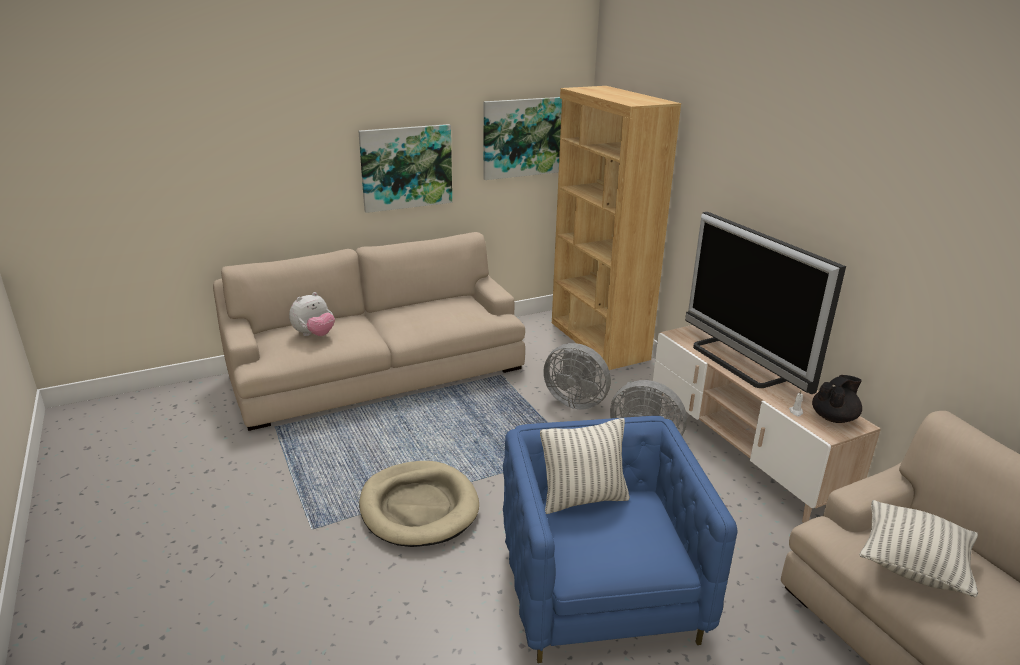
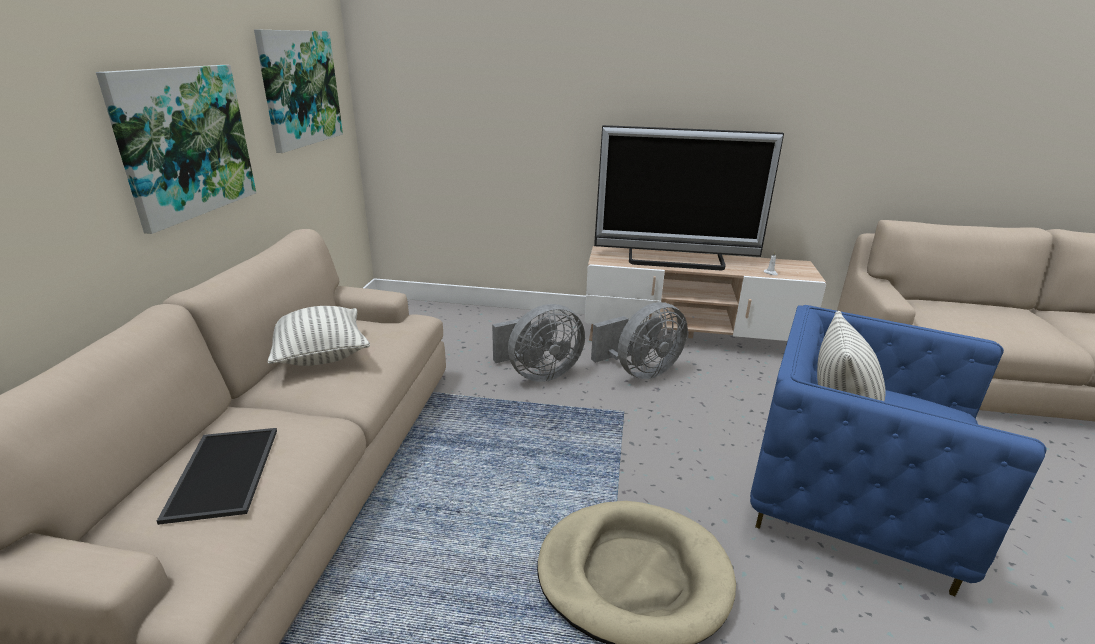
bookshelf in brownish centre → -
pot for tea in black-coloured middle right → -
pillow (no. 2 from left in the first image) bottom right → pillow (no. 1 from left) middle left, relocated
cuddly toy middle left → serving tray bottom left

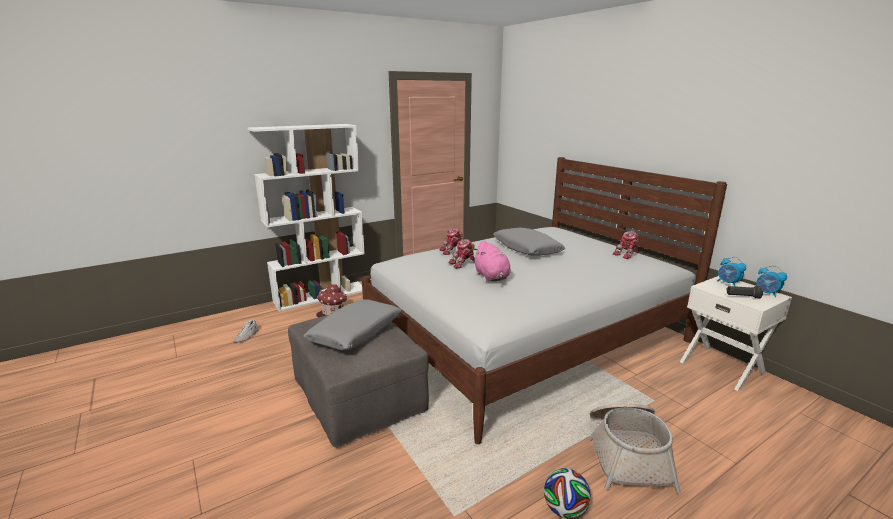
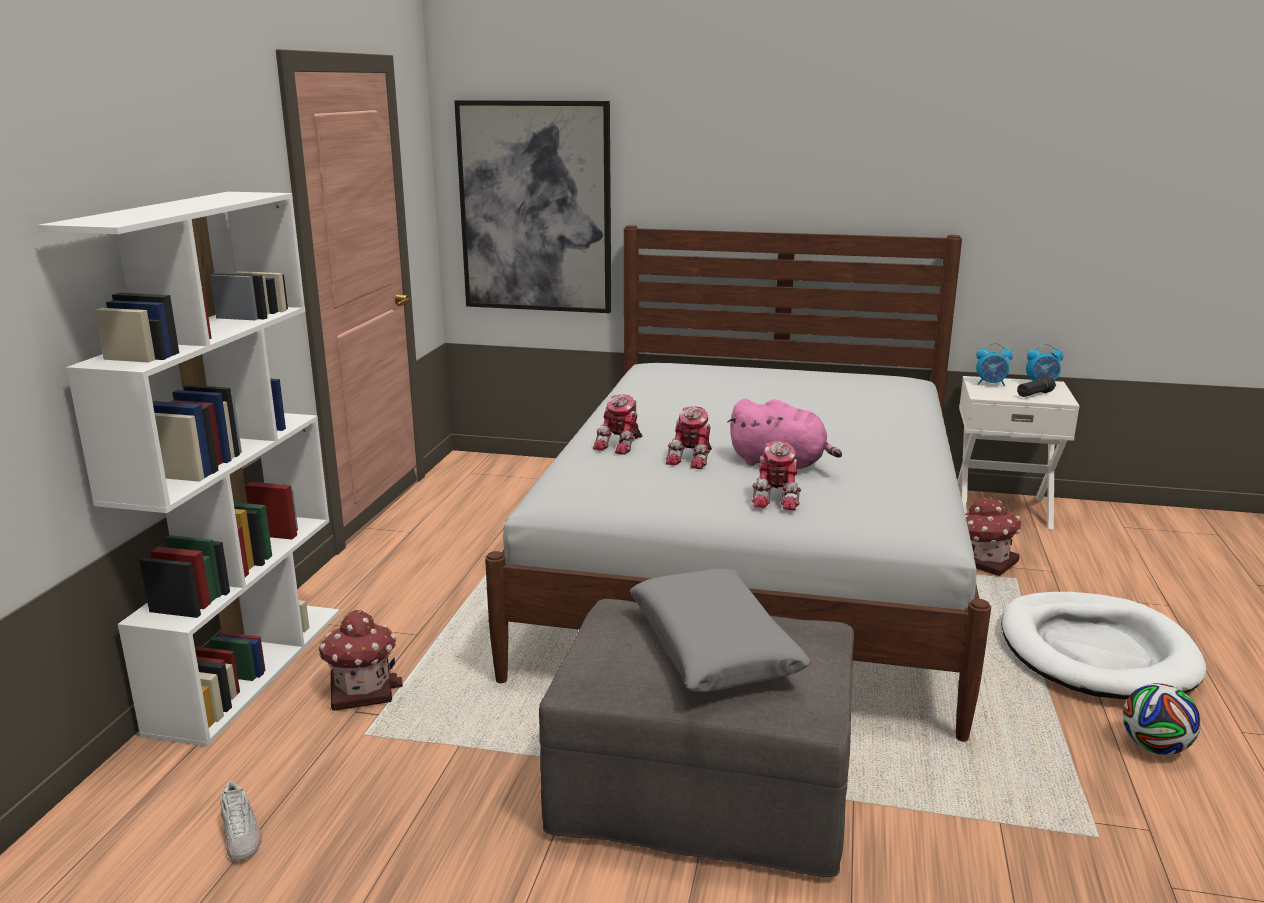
pillow in gray (no. 2 from left) centre → -
- → wall art top centre
- → toy house (no. 2 from left) middle right
toy robot (no. 3 from left) middle right → toy robot (no. 3 from left) centre, relocated
storage basket bottom right → pet bed in white bottom right

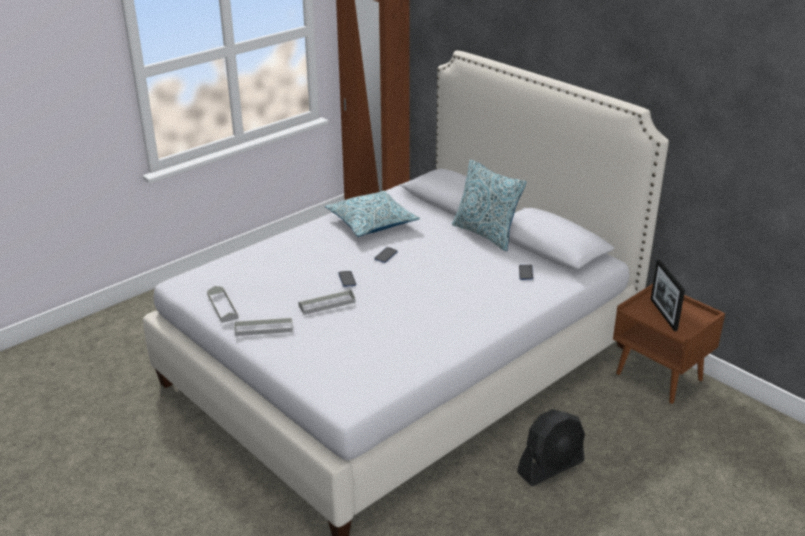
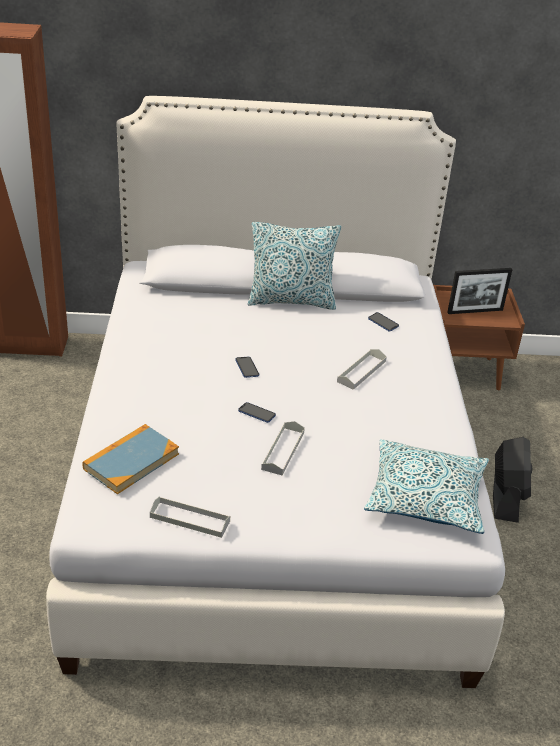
- → bound book middle left
serving tray in gray (no. 2 from left in the first image) middle left → serving tray in gray (no. 3 from left) centre, relocated
pillow (no. 1 from left in the first image) centre → pillow (no. 2 from left) middle right, relocated
picture frame middle right, 45 degrees counterclockwise

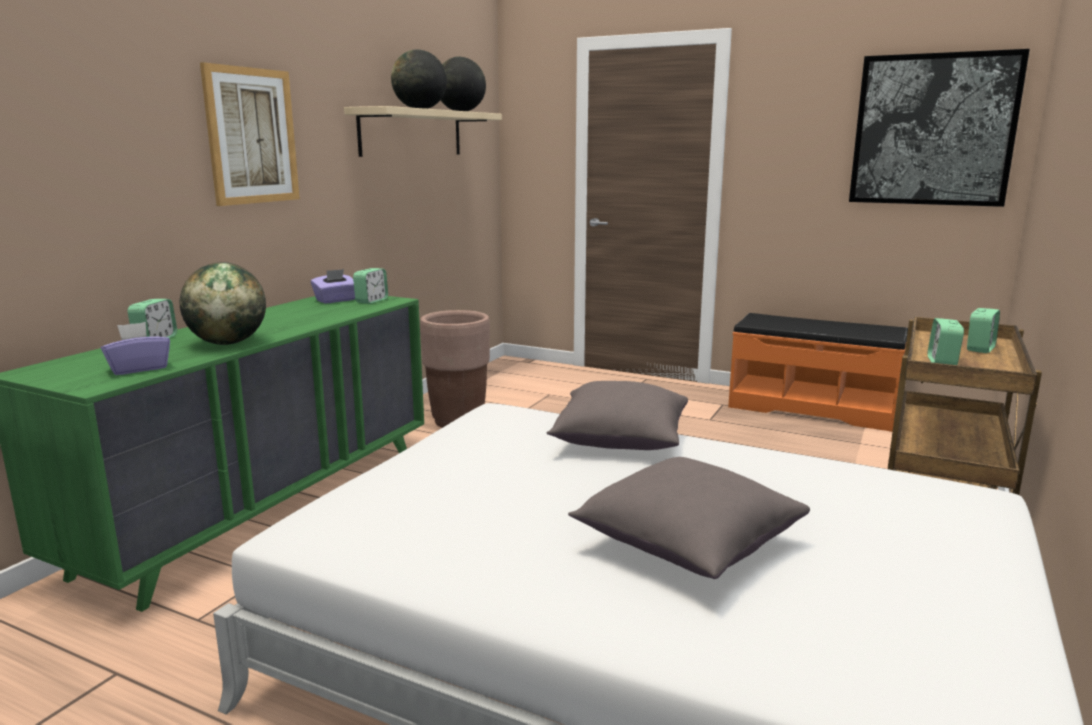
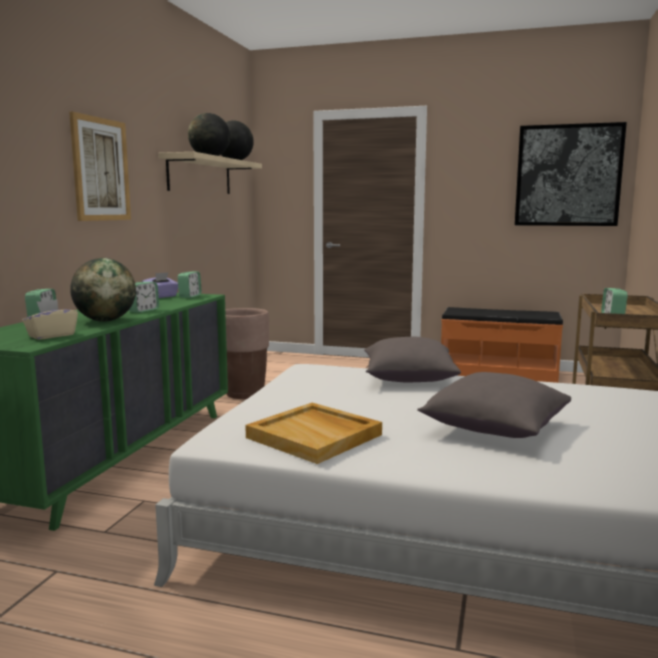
- → serving tray in beige-coloured centre
bedside clock (no. 4 from left in the first image) middle right → bedside clock (no. 2 from left) middle left, relocated
tissue holder in purplish (no. 1 from left) middle left → tissue holder in beige-coloured middle left

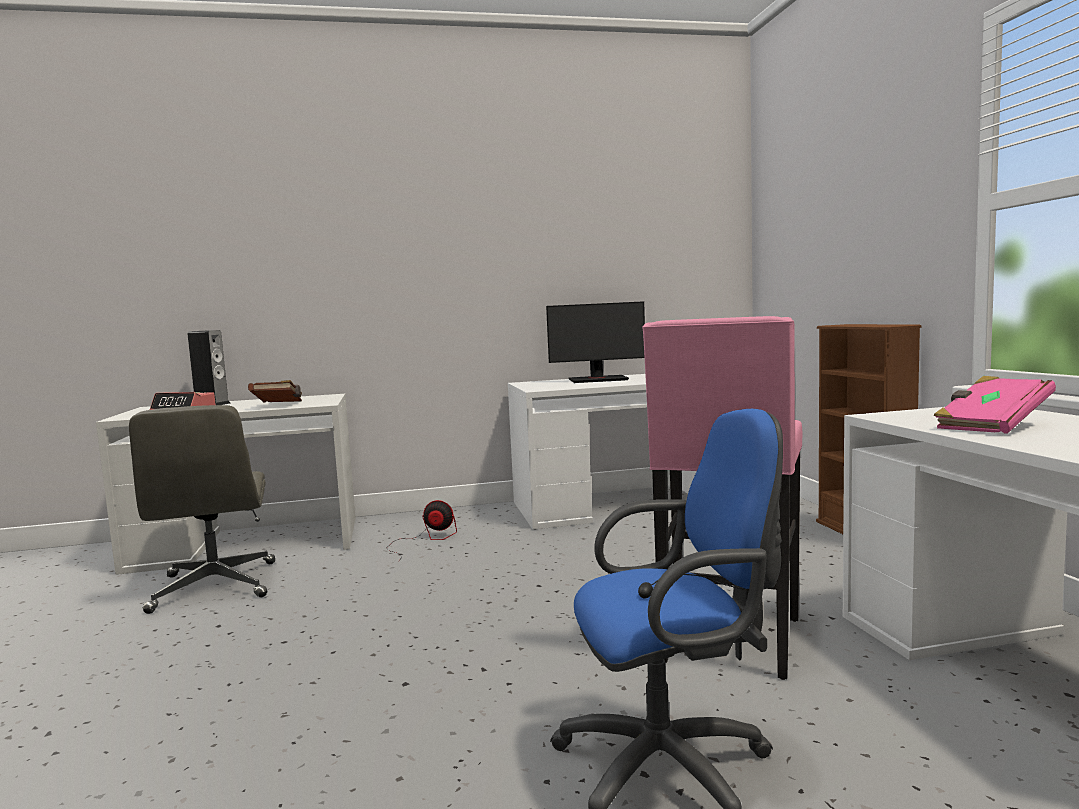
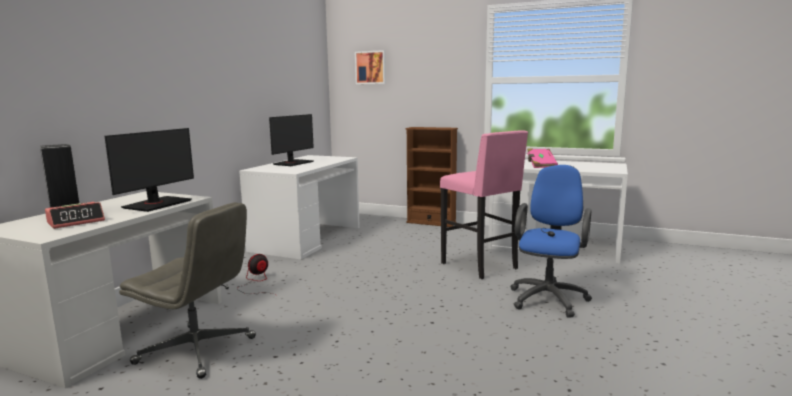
- → wall art top centre
bound book in brownish middle left → monitor (no. 1 from left) middle left

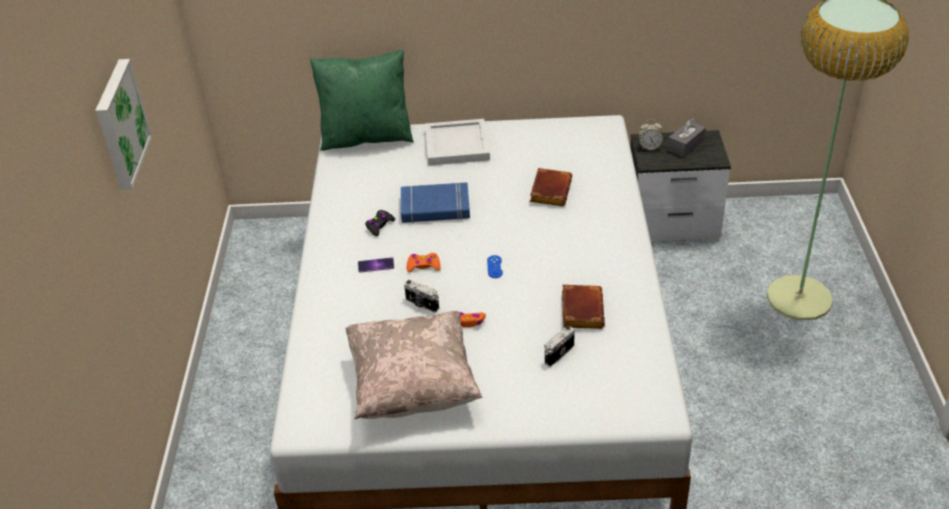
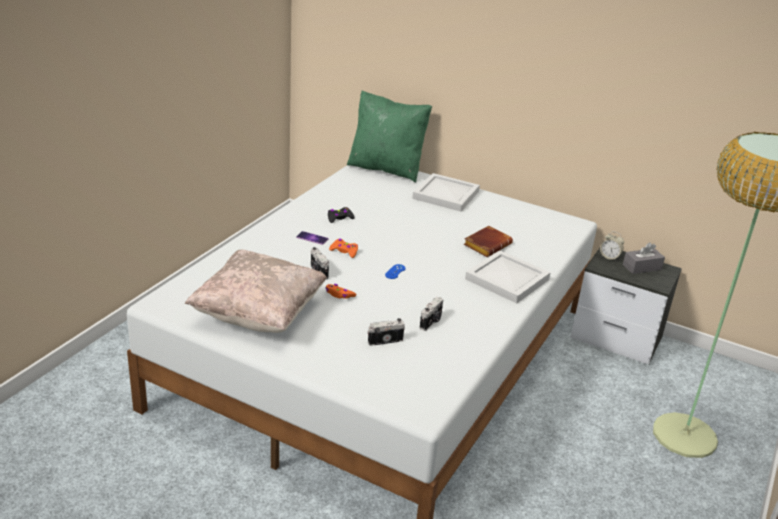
wall art top left → -
bound book in bluish centre → -
- → serving tray in white (no. 2 from left) centre
bound book in brownish (no. 2 from left) centre → still camera (no. 3 from left) centre

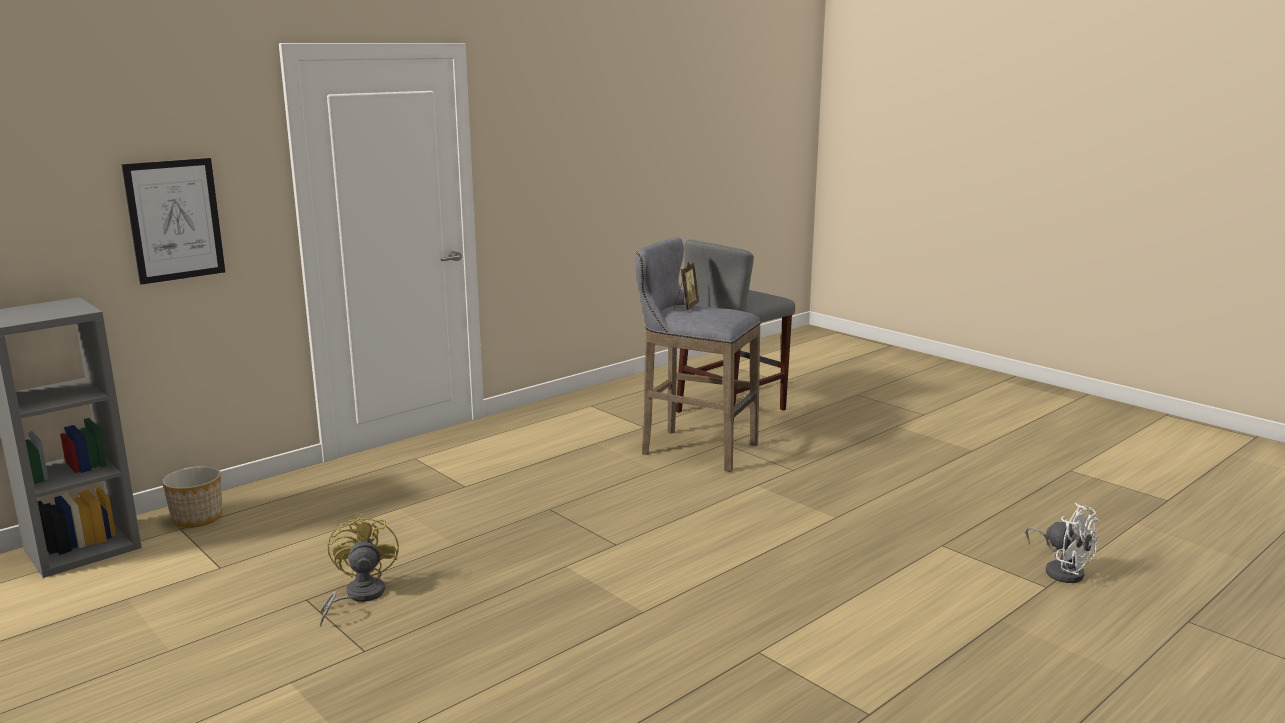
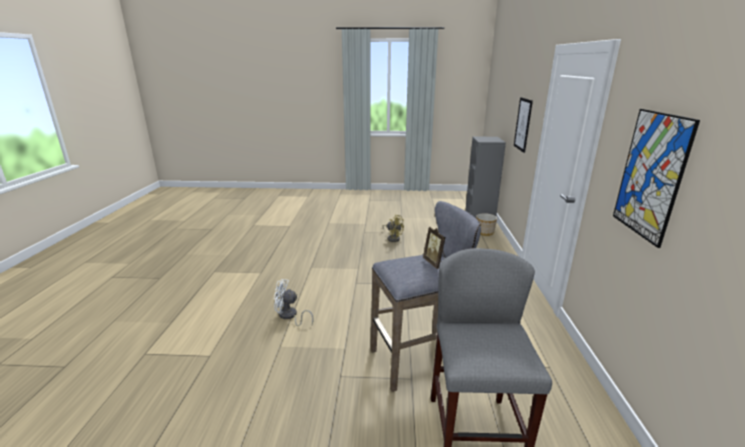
- → wall art (no. 2 from left) middle right
fan in white bottom right → fan in white bottom centre, relocated

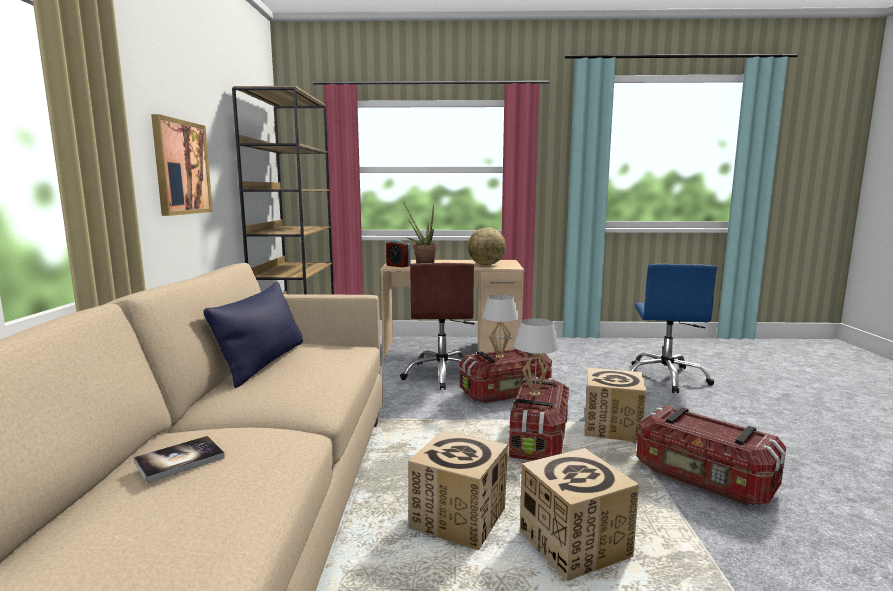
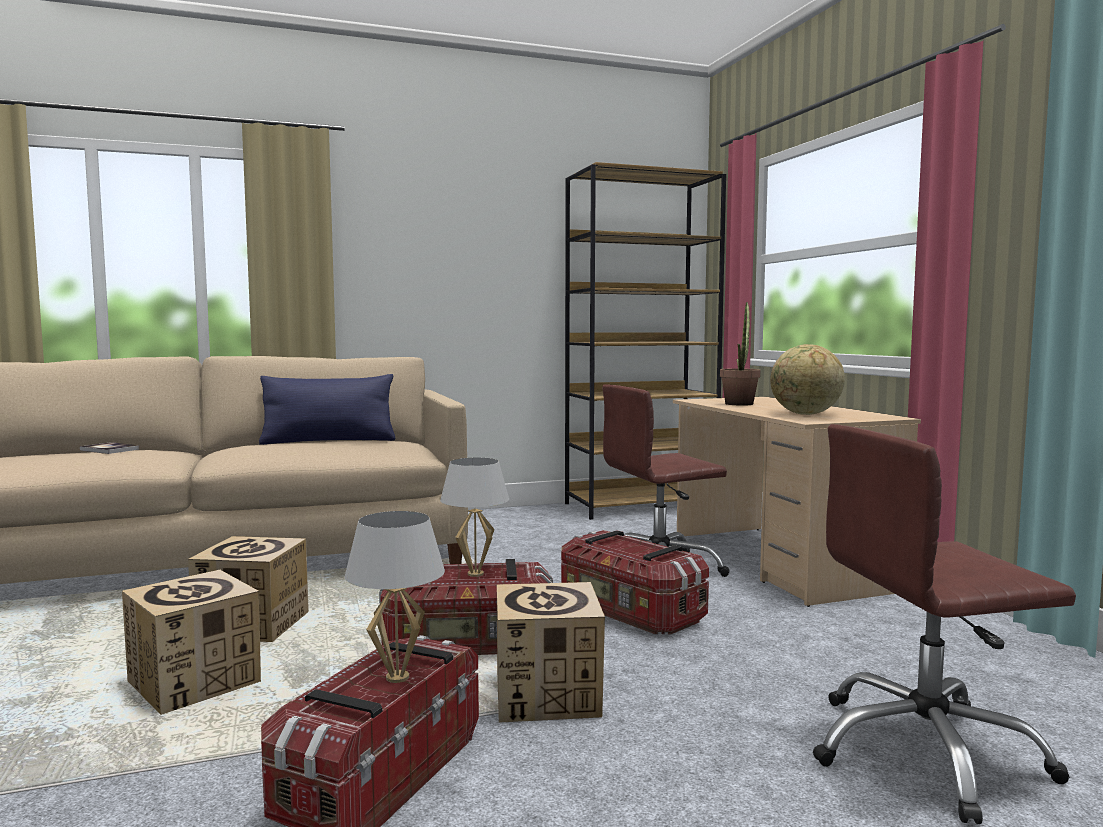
wall art top left → -
bedside clock centre → -
lamp for a table in white (no. 1 from left) centre → lamp for a table in white (no. 1 from left) bottom centre, relocated
office chair in bluish middle right → office chair in brownish (no. 2 from left) bottom right

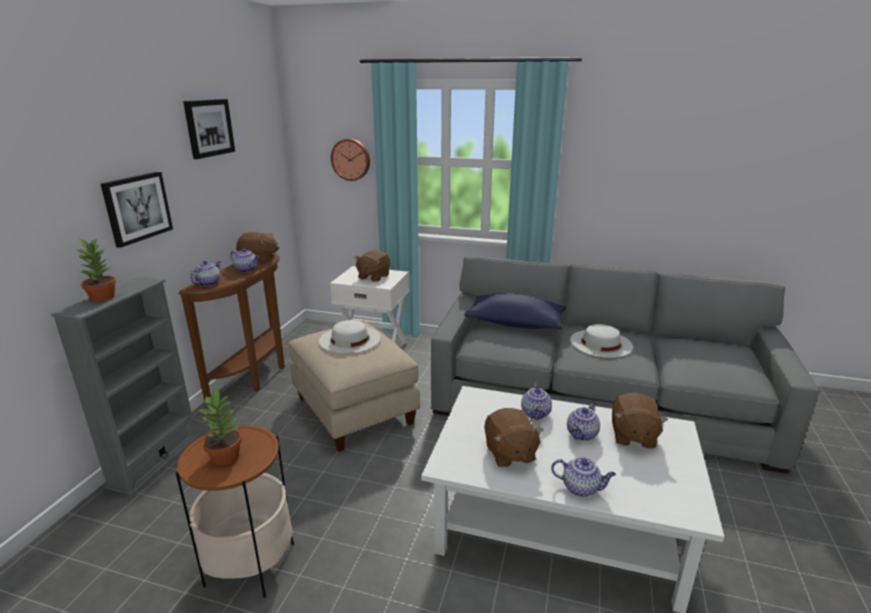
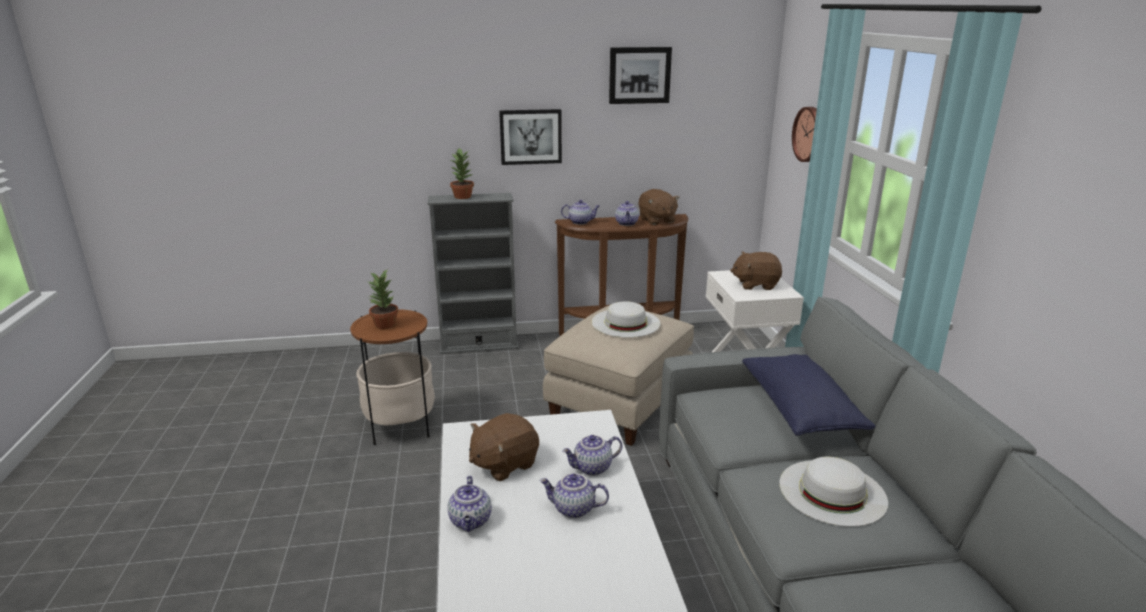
cuddly toy in brownish (no. 4 from left) bottom right → -

